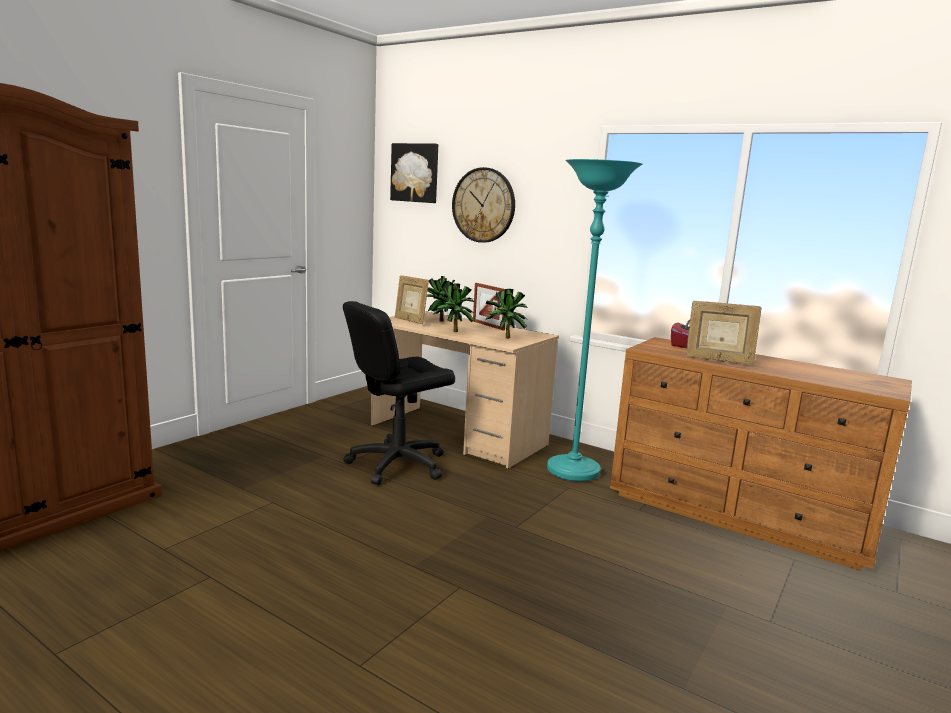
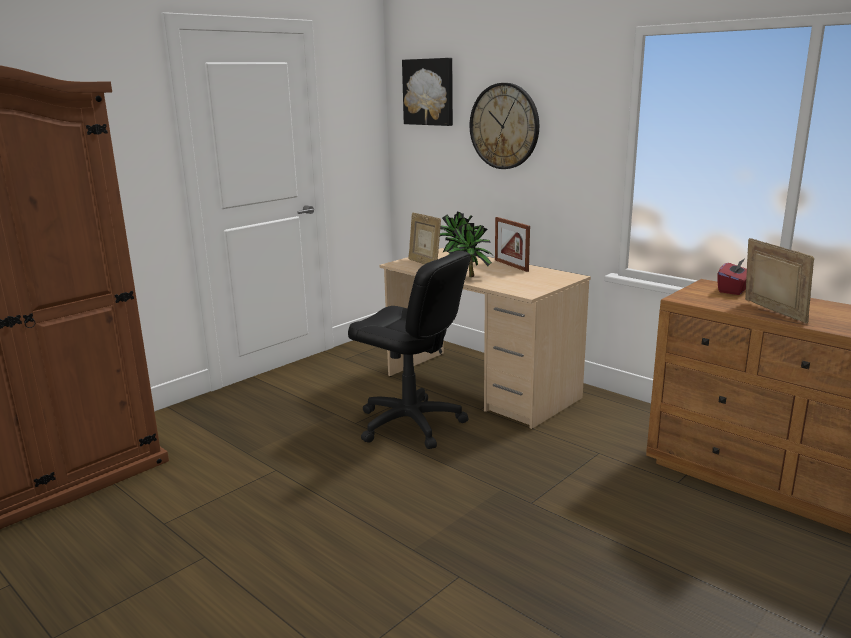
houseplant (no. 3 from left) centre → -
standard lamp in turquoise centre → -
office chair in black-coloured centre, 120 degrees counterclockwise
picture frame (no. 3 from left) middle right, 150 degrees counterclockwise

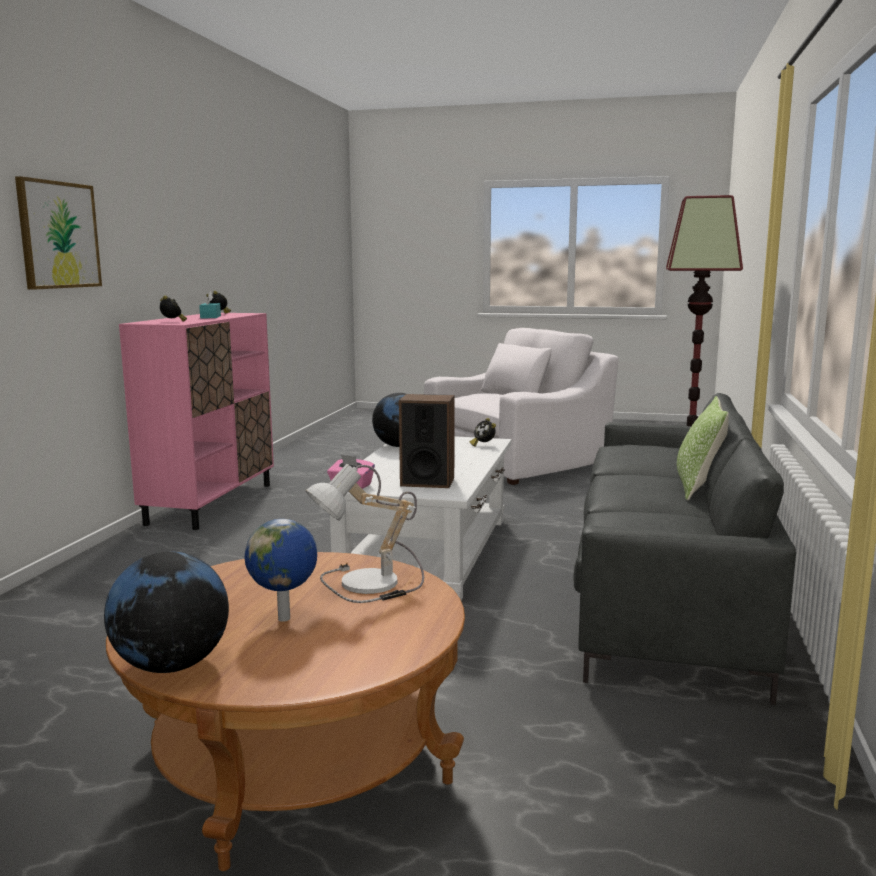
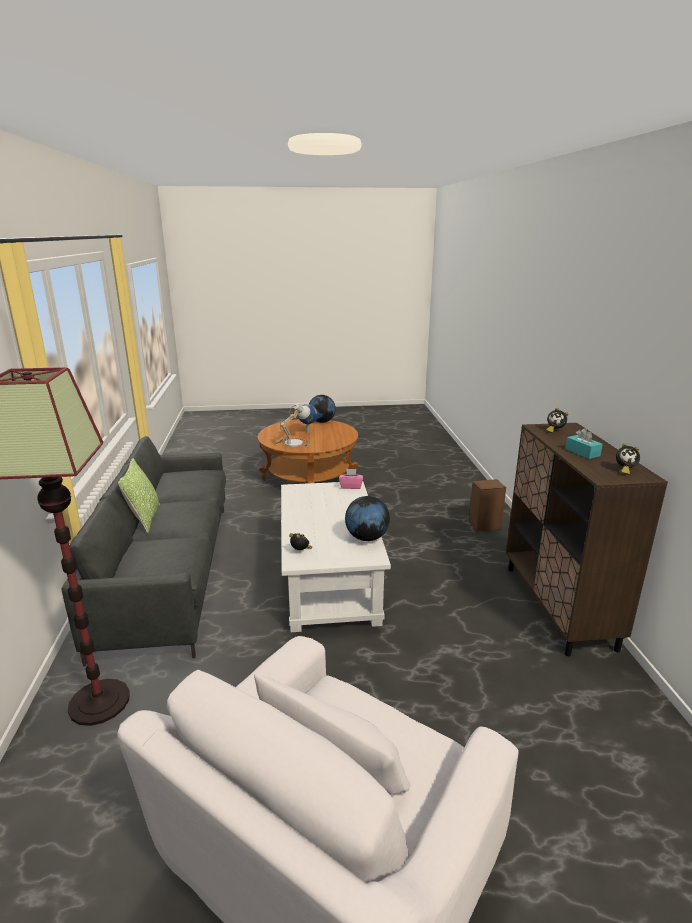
wall art top left → -
speaker centre → speaker middle right, relocated
storage cabinet in pink-coloured middle left → storage cabinet in brownish middle right

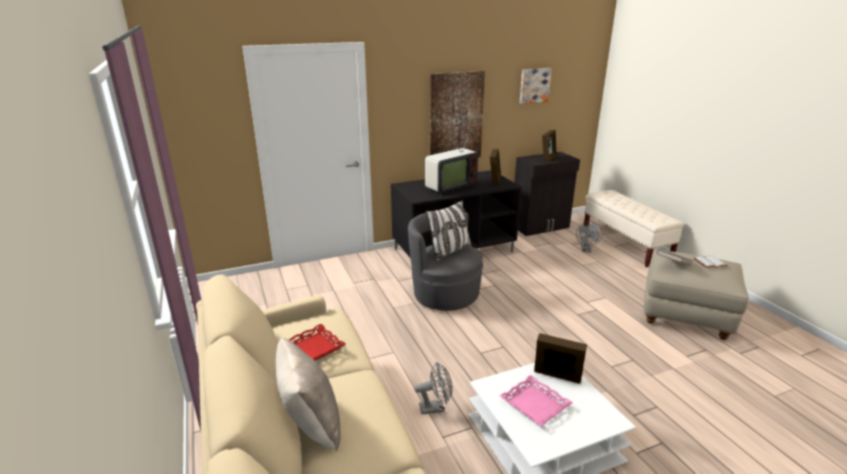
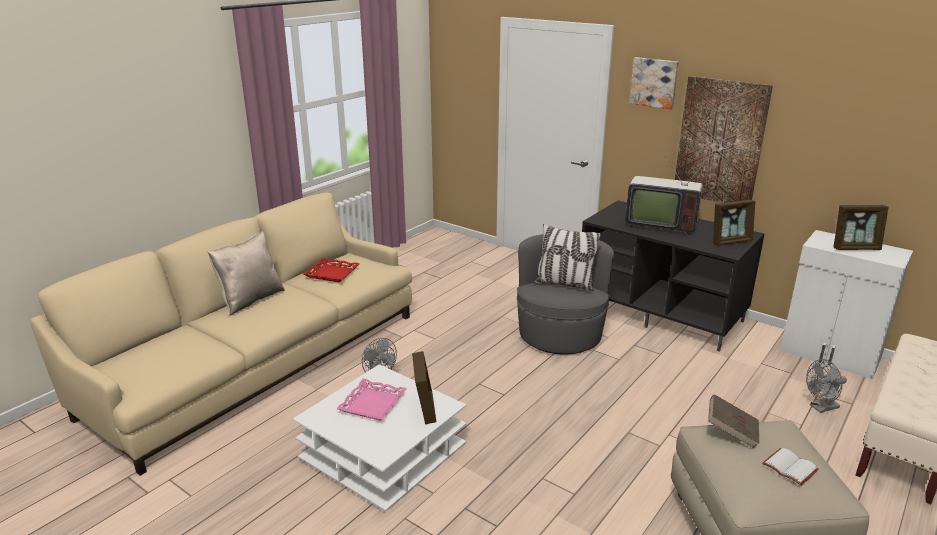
wall art (no. 2 from left in the first image) top centre → wall art (no. 1 from left) top right, relocated
storage cabinet in black-coloured centre → storage cabinet in white middle right

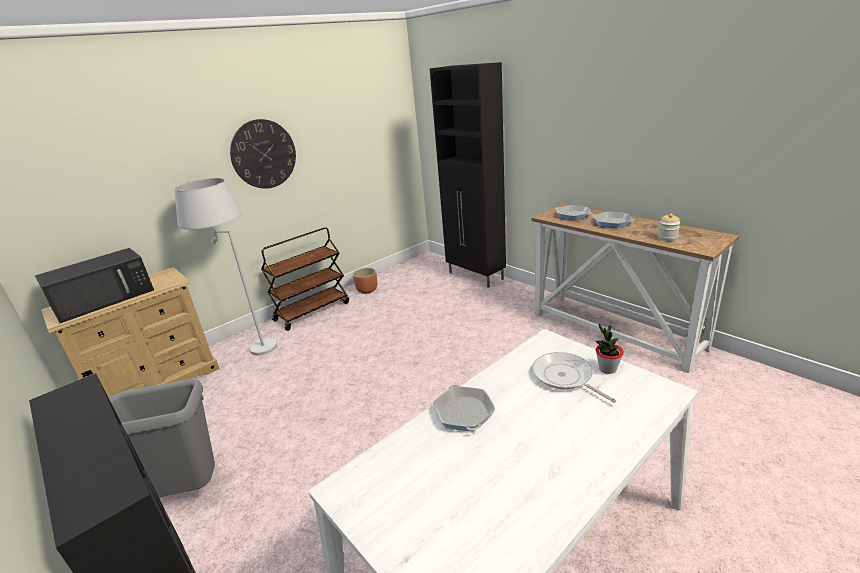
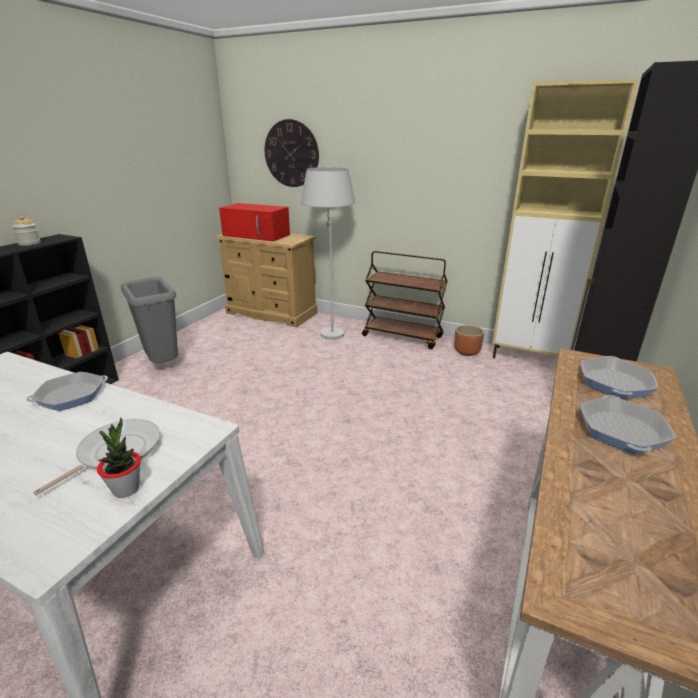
- → storage cabinet in beige-coloured top right
clock on the wall top left → clock on the wall top centre, relocated
preserve jar middle right → preserve jar top left, relocated
microwave oven in black-coloured middle left → microwave oven in reddish top centre

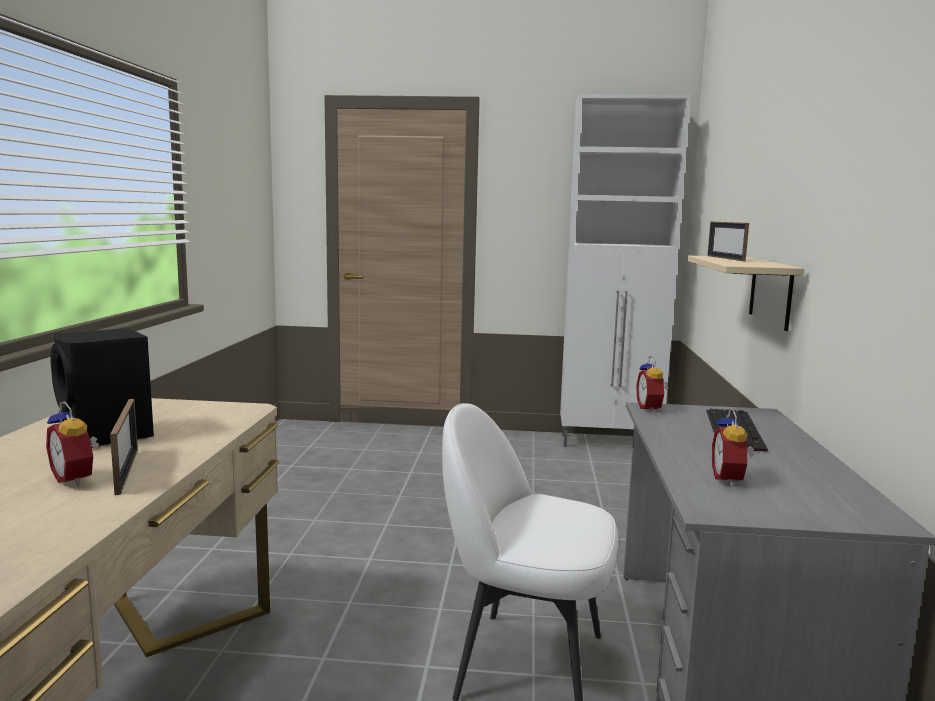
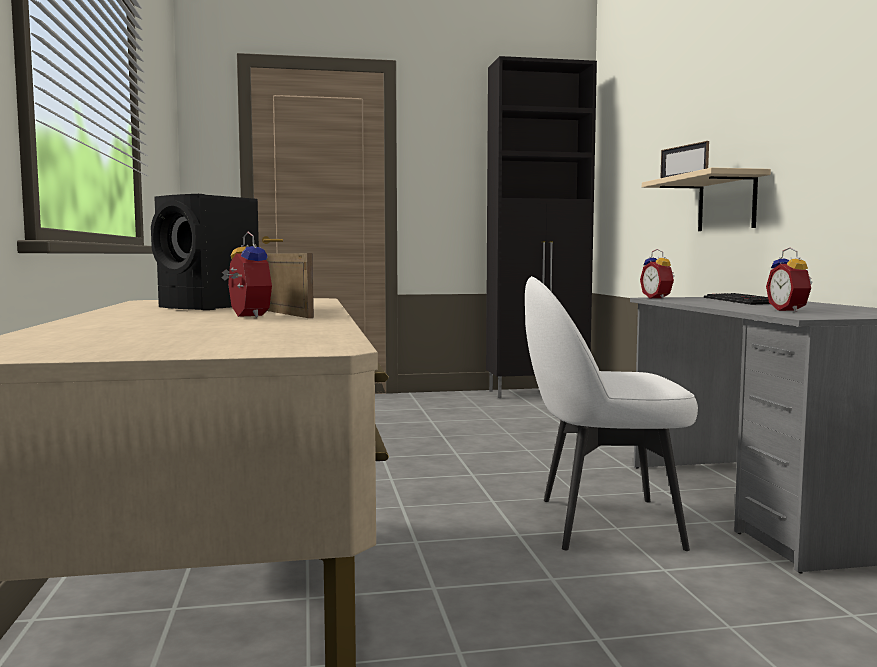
storage cabinet in white middle right → storage cabinet in black-coloured centre
bedside clock (no. 1 from left) middle left, 150 degrees counterclockwise

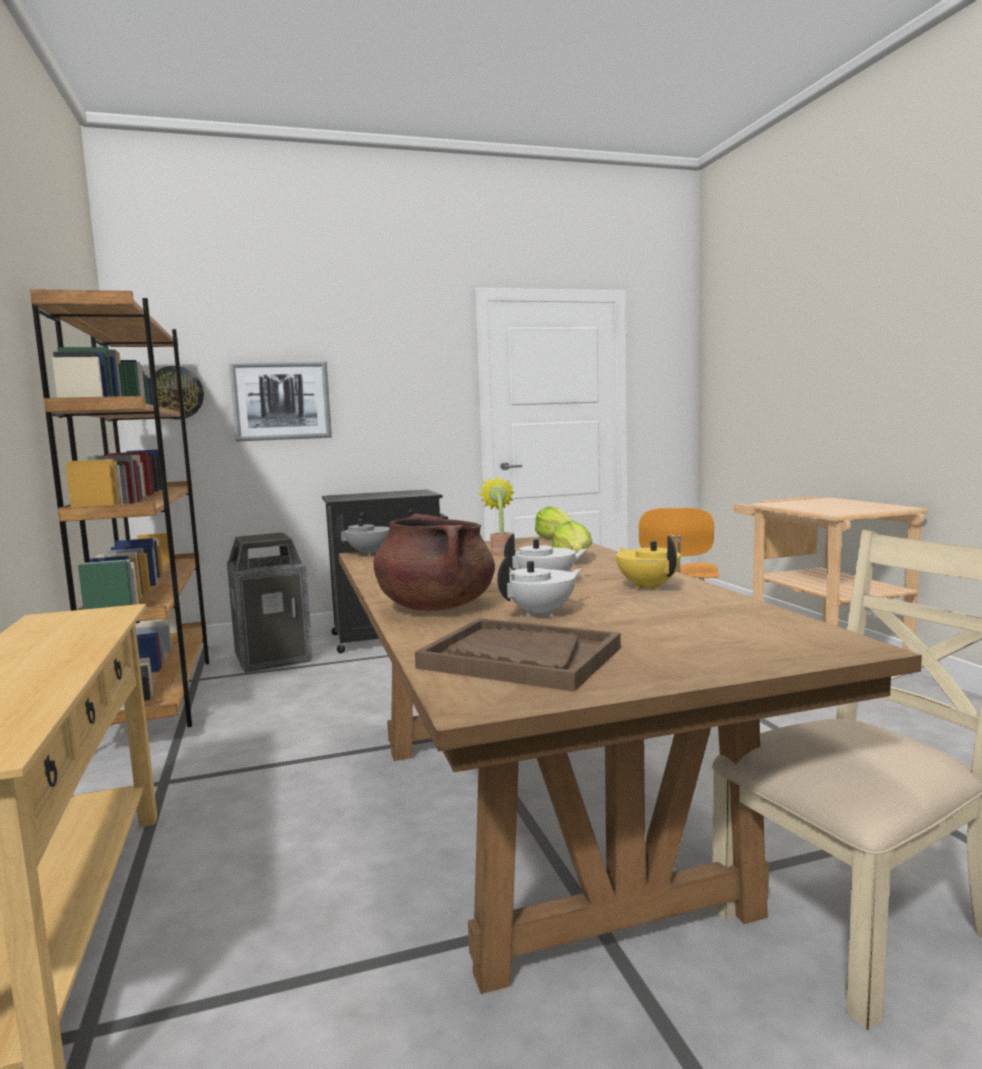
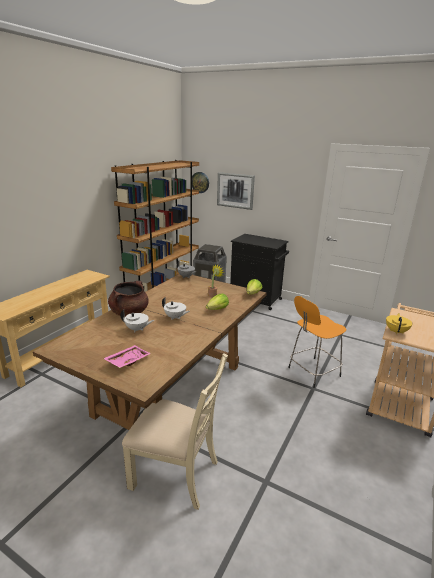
serving tray in brownish centre → -
- → serving tray in pink-coloured middle left
pot for tea in yellow-coloured centre → pot for tea in yellow-coloured middle right, relocated

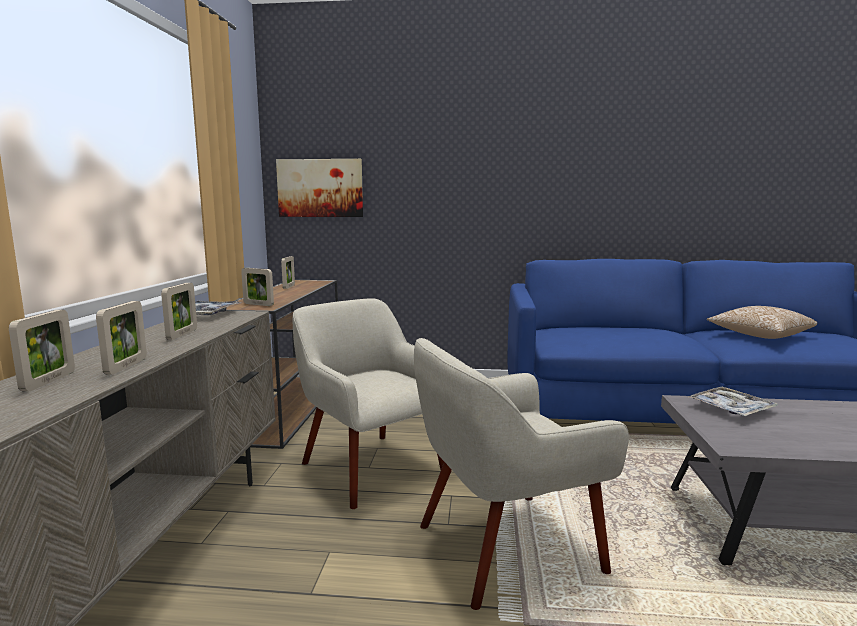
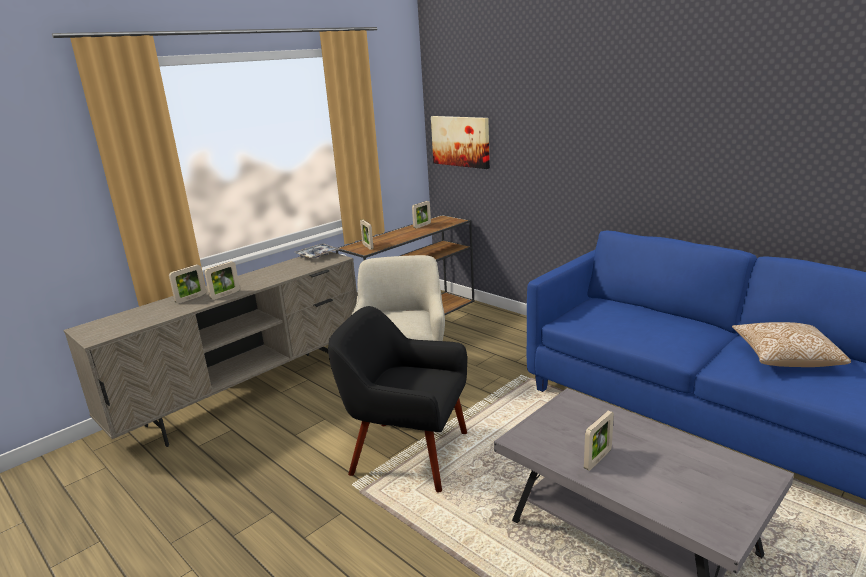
serving tray (no. 2 from left) middle right → -
picture frame (no. 3 from left in the first image) middle left → picture frame (no. 5 from left) bottom right, relocated
armchair in beige-coloured (no. 2 from left) bottom centre → armchair in black-coloured bottom centre

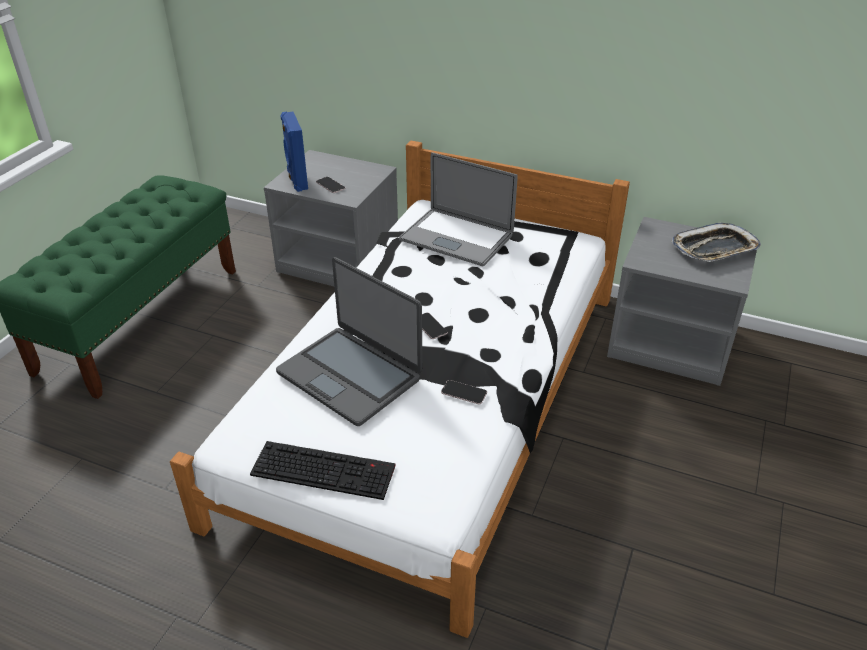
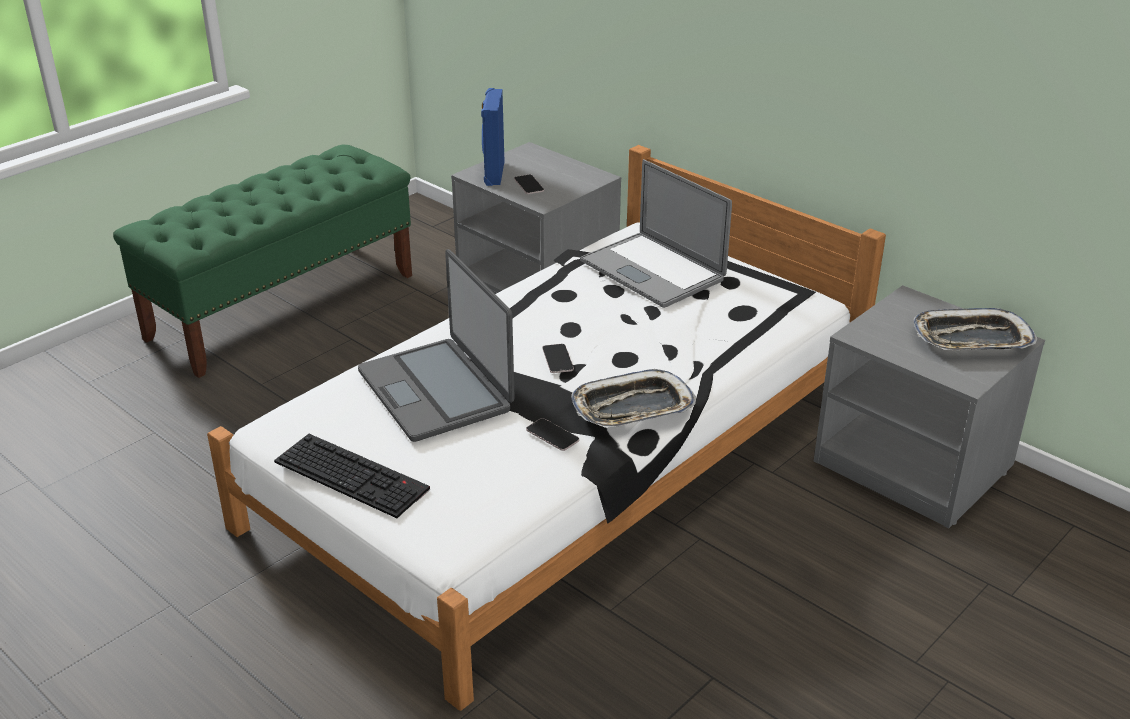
- → serving tray (no. 1 from left) centre

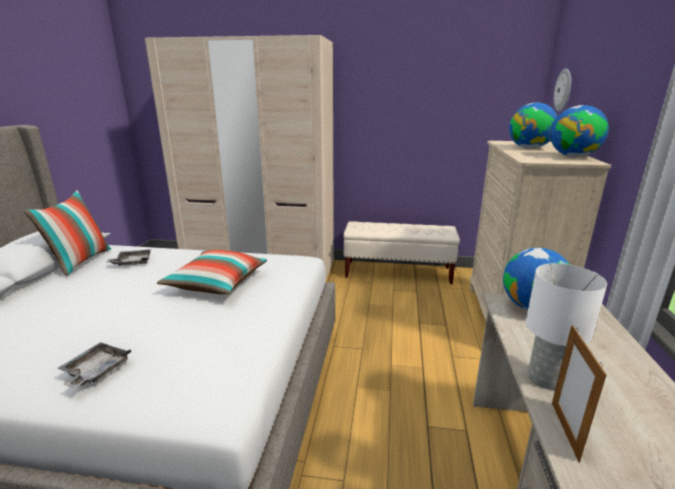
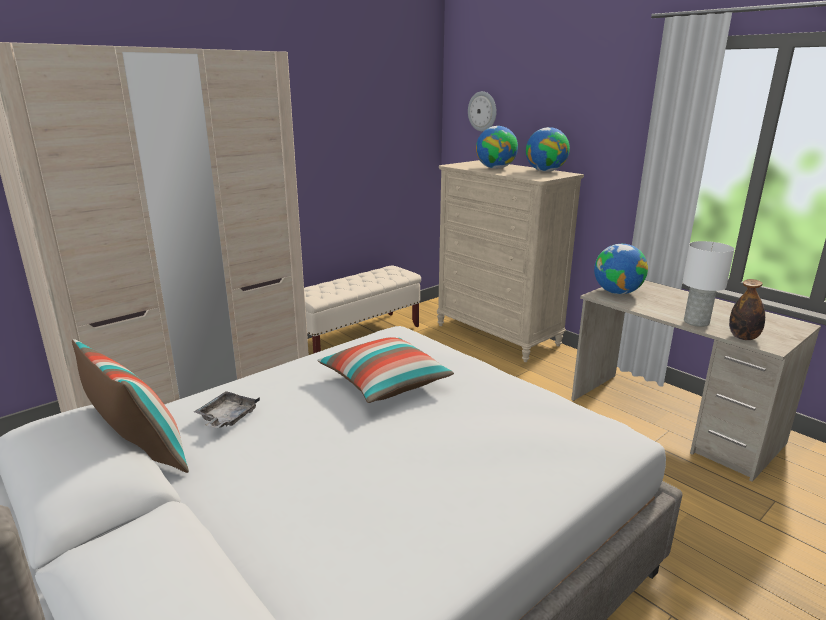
serving tray in gray (no. 1 from left) bottom left → -
picture frame bottom right → beverage bottle middle right

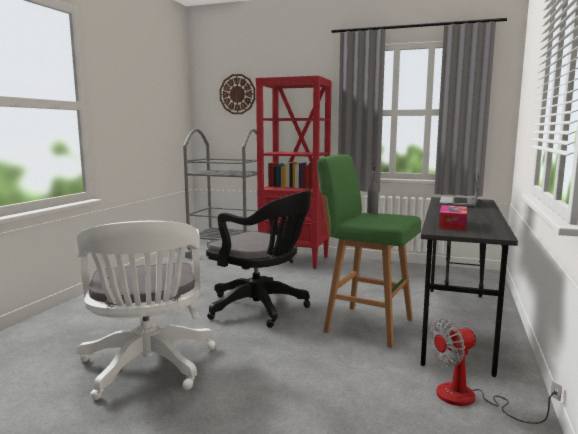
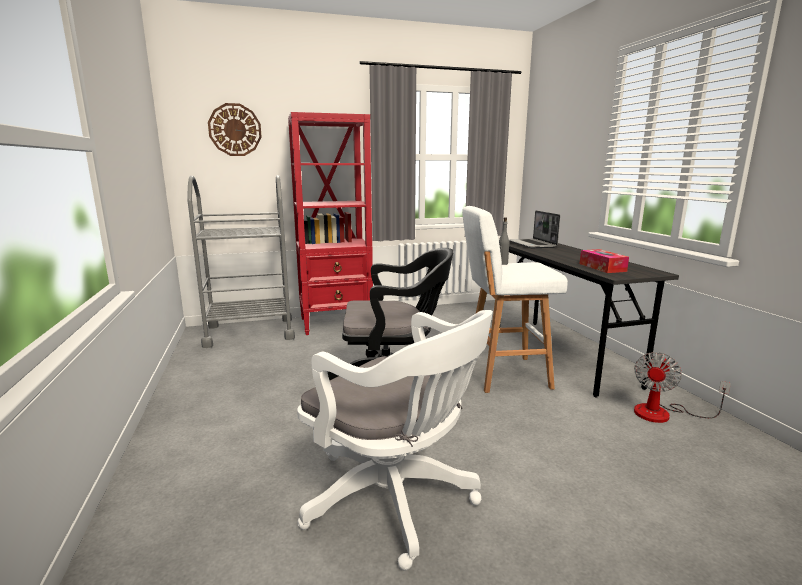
sitting stool in green-coloured centre → sitting stool in white centre

